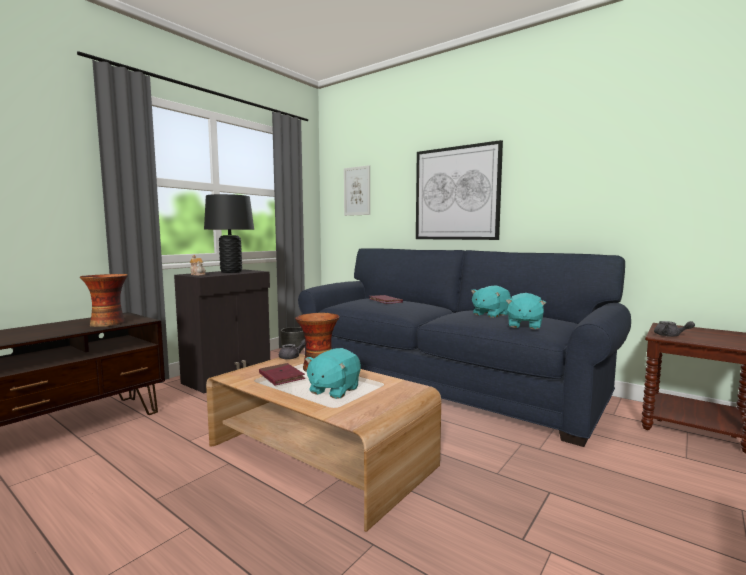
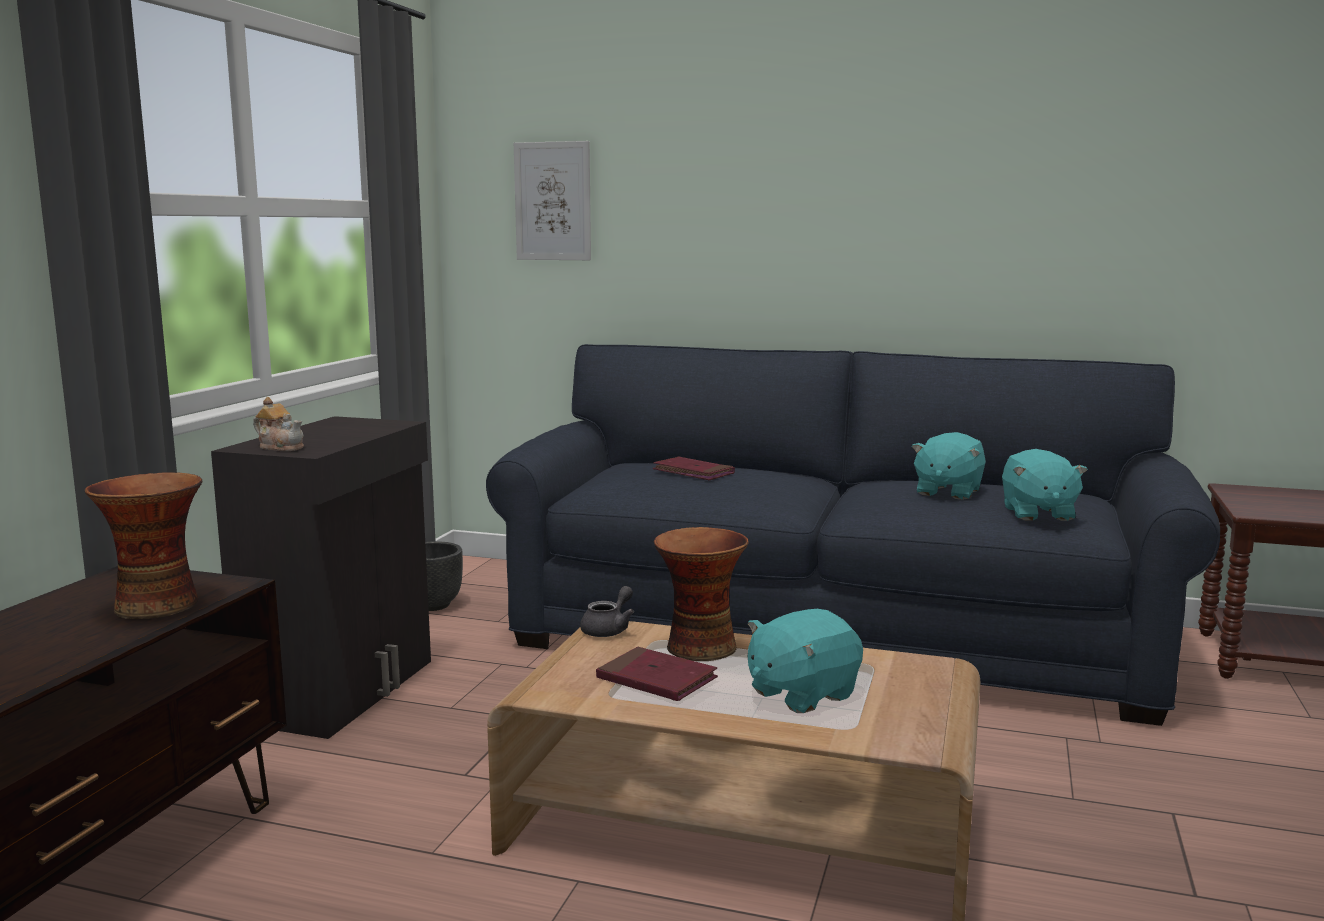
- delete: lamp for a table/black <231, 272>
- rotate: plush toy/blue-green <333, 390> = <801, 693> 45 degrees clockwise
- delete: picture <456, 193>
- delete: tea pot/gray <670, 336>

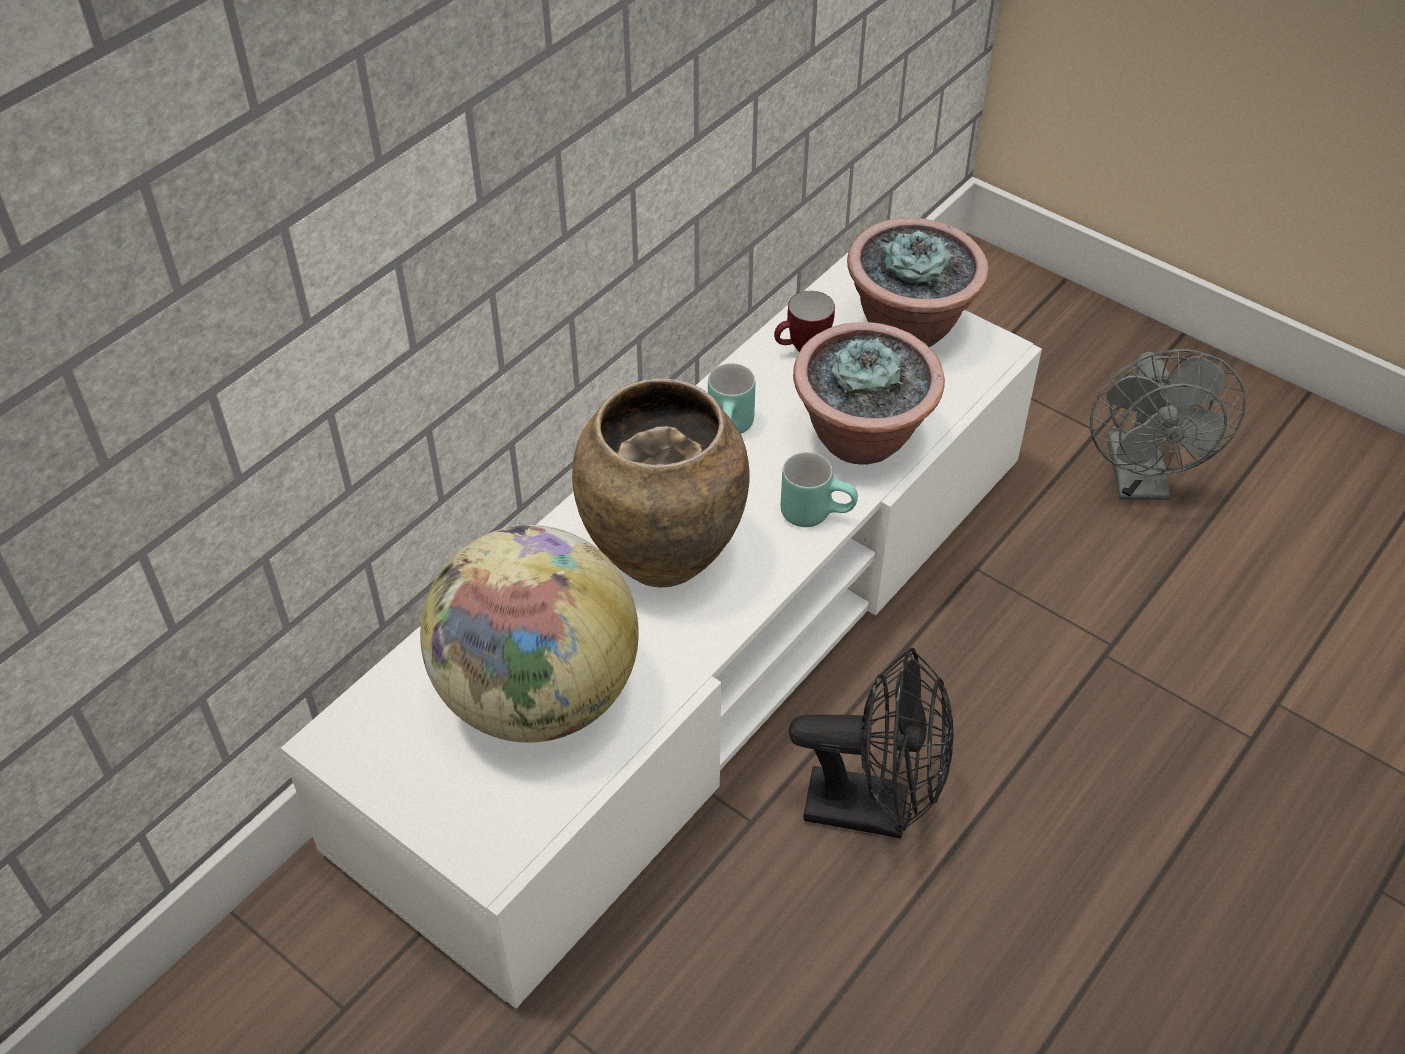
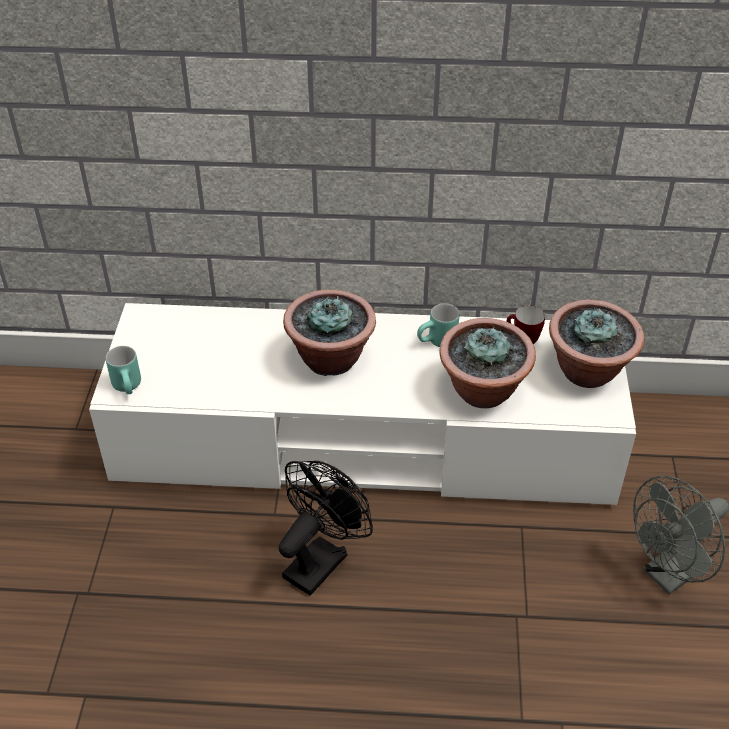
- delete: globe <537, 695>
- replace: vase/brown-coloured <660, 557> to potted plant <330, 359>
- move: coffee mug/blue-green <817, 512> to <130, 387>
- rotate: fan/black <874, 808> = <321, 559> 120 degrees counterclockwise

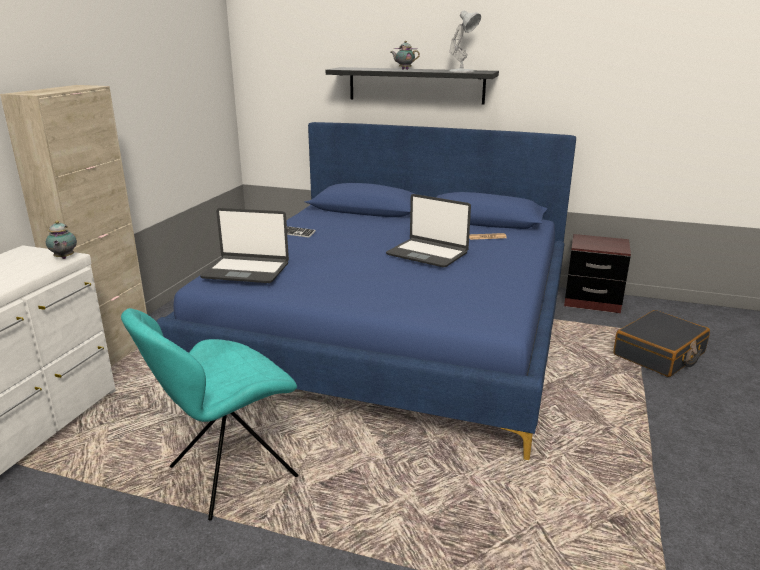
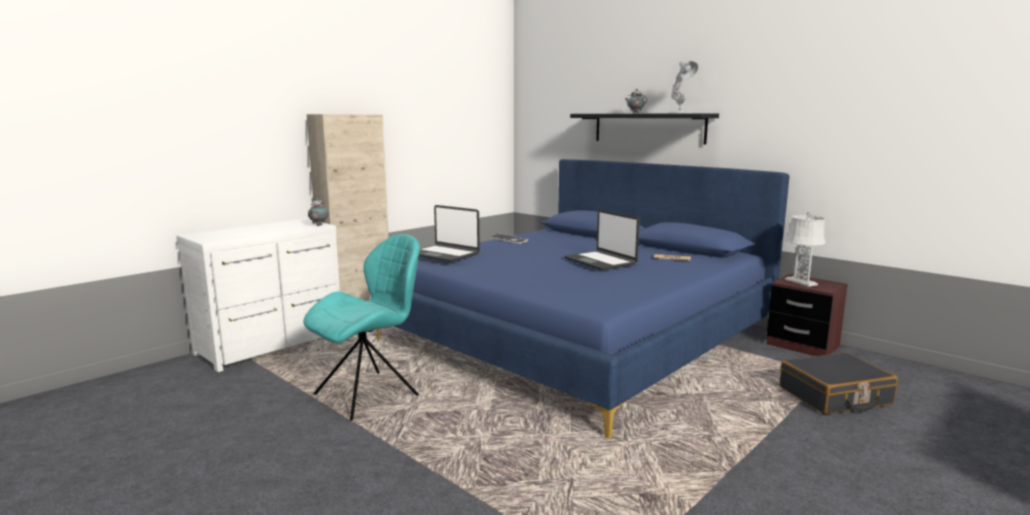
- rotate: upright chair/blue-green <228, 474> = <370, 394> 150 degrees clockwise
- insert: lamp for a table/gray <800, 282>

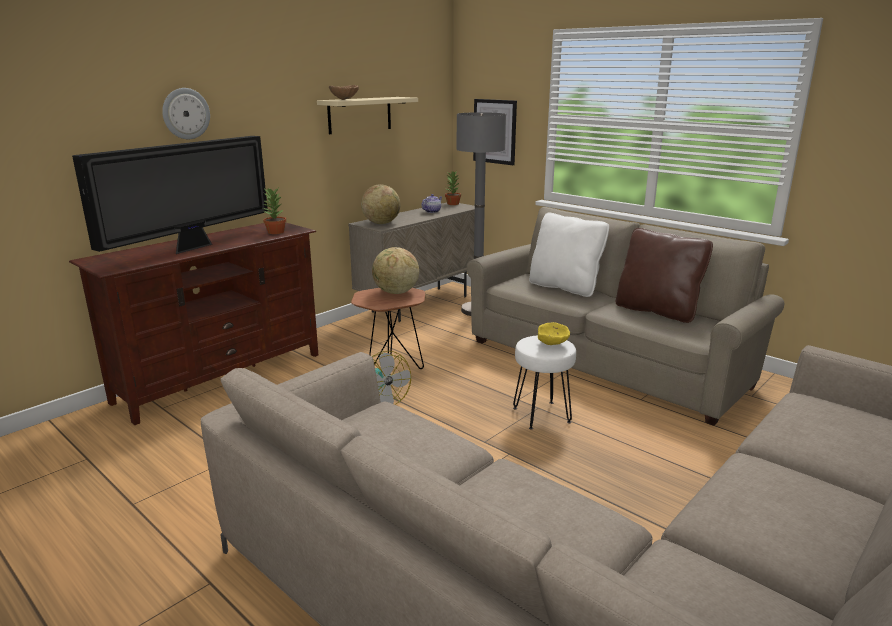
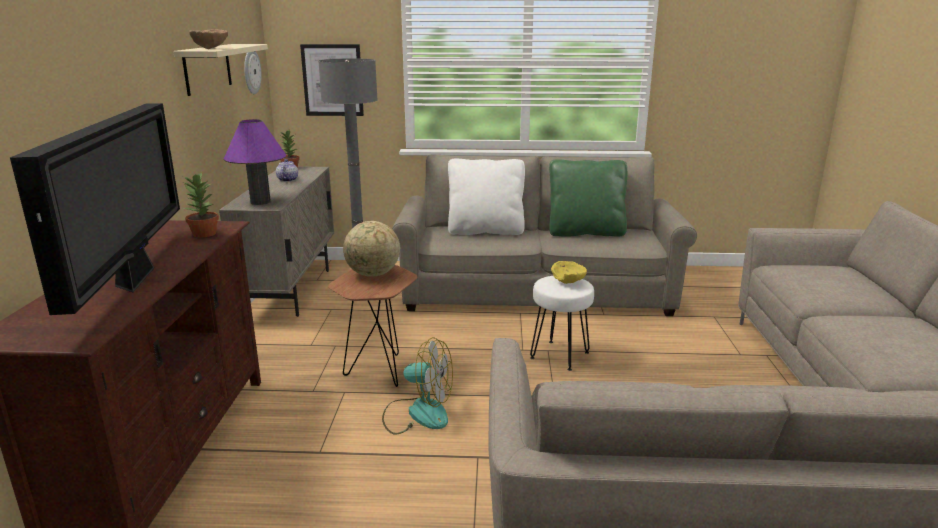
- move: wall clock <185, 113> to <251, 71>
- replace: globe <381, 223> to lamp for a table/purplish <260, 202>
- recolor: throw pillow/brown-coloured <657, 311> to throw pillow/greenish <585, 232>

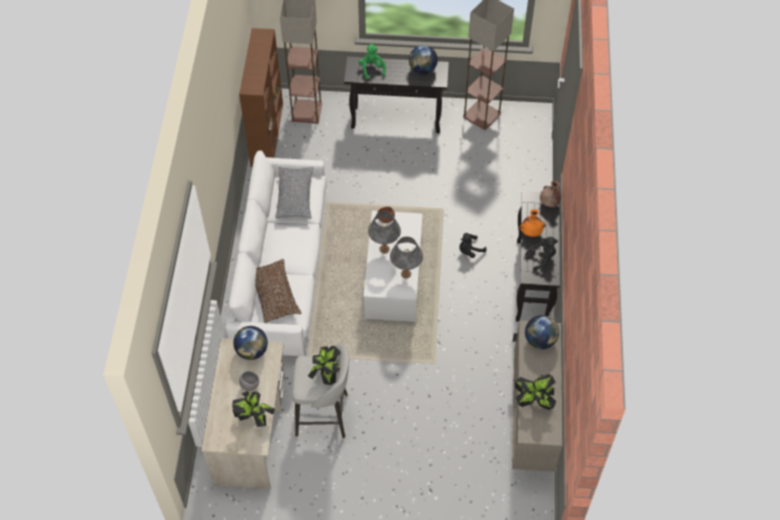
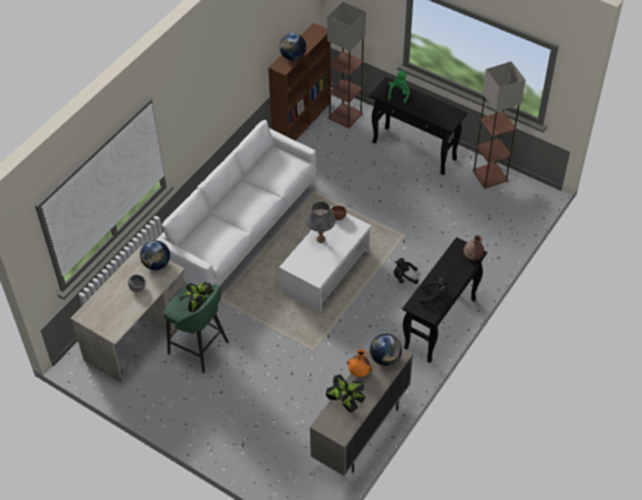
- delete: potted plant <254, 418>
- delete: throw pillow/brown-coloured <274, 295>
- delete: throw pillow/gray <295, 197>
- recolor: stool/gray <324, 415> to stool/greenish <199, 349>
- delete: lamp for a table/gray <406, 273>
- move: globe <422, 70> to <293, 57>
- move: vase/orange-coloured <531, 232> to <359, 372>

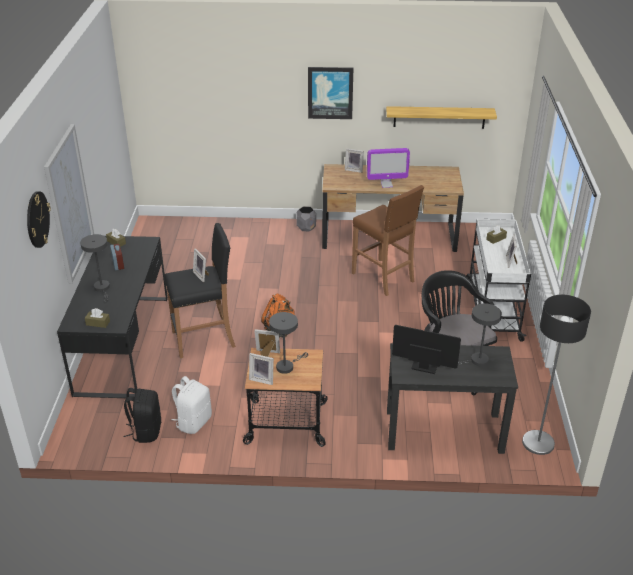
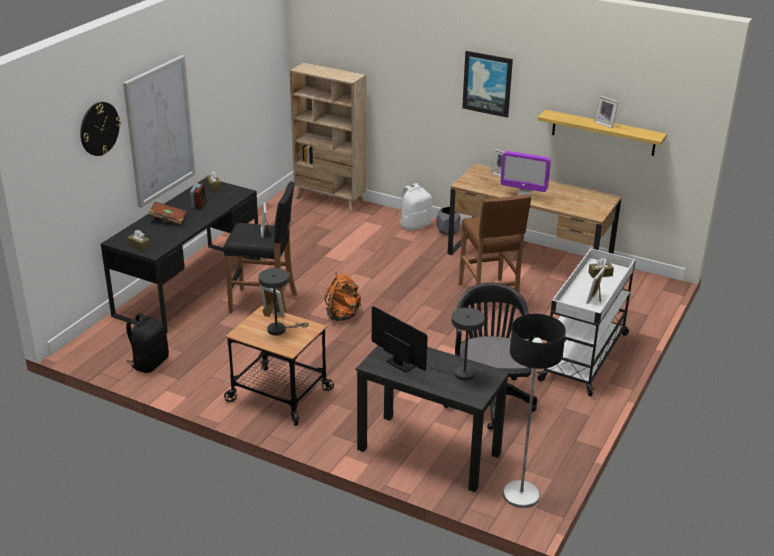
- replace: lamp for a table/gray <102, 288> to book/brown-coloured <168, 220>
- move: backpack/white <193, 422> to <415, 225>
- move: picture frame <262, 379> to <605, 124>
- insert: shelving unit/beige <330, 200>

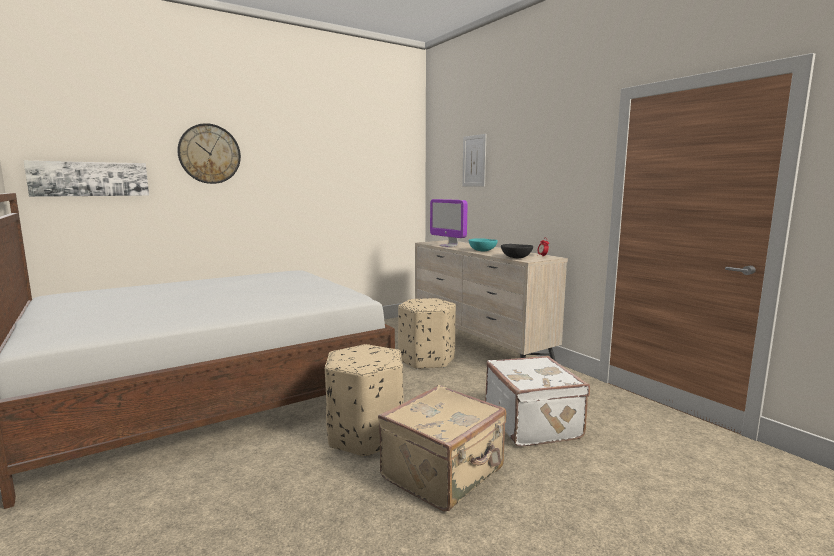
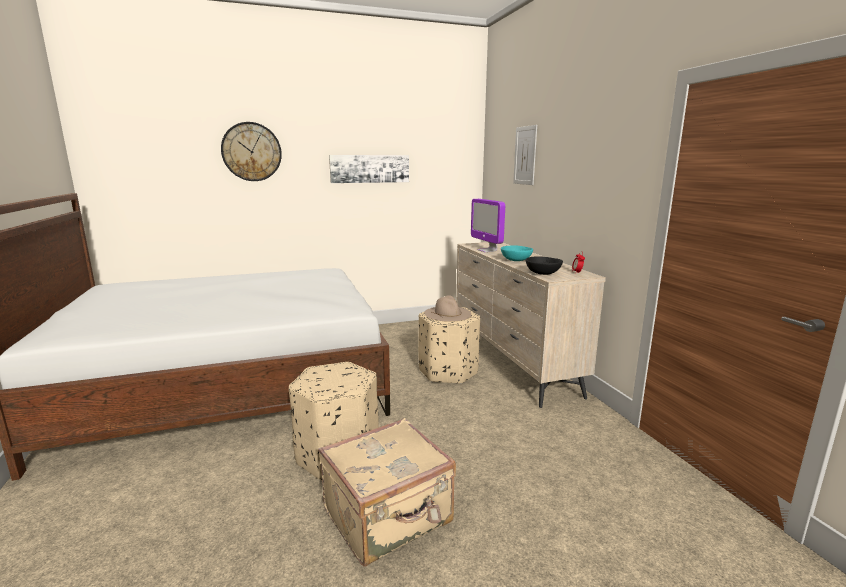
- move: picture <90, 179> to <369, 168>
- delete: piece of luggage/white <533, 423>
- insert: hat/beige <448, 313>

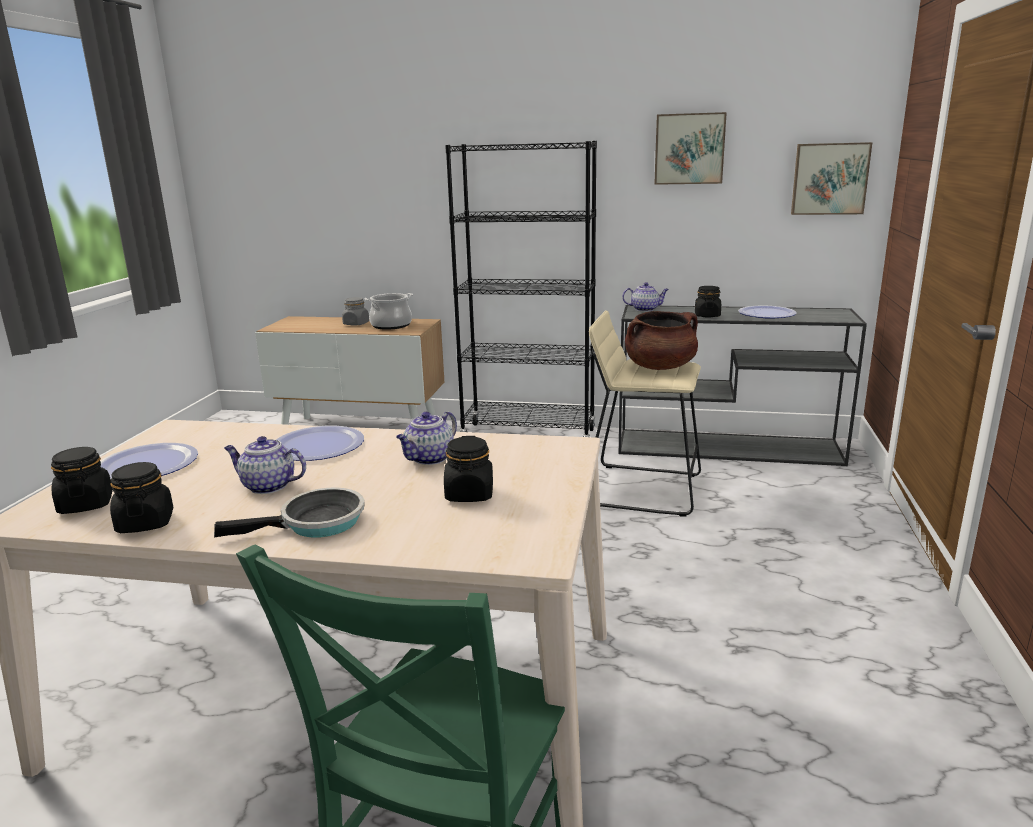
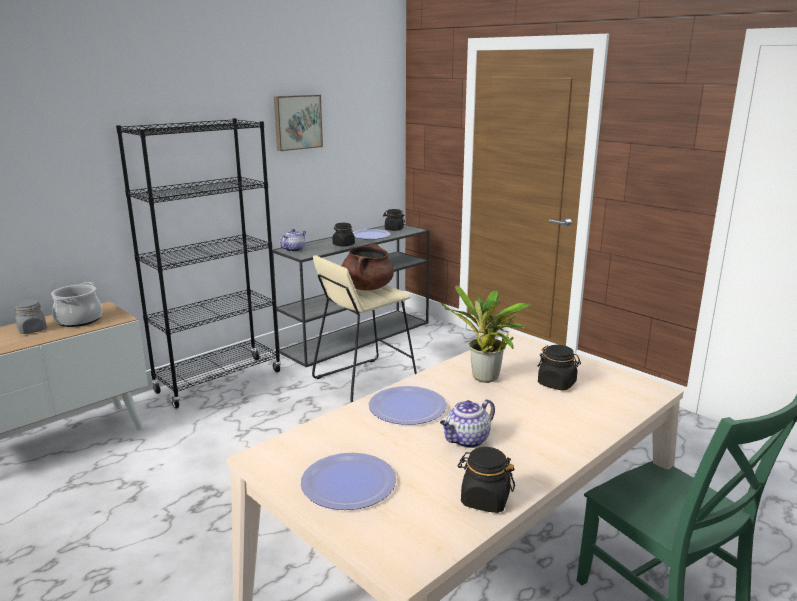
- move: jar/black <86, 504> to <394, 229>
- delete: pan <316, 523>
- replace: tea pot <429, 459> to potted plant <485, 380>
- delete: picture <829, 179>

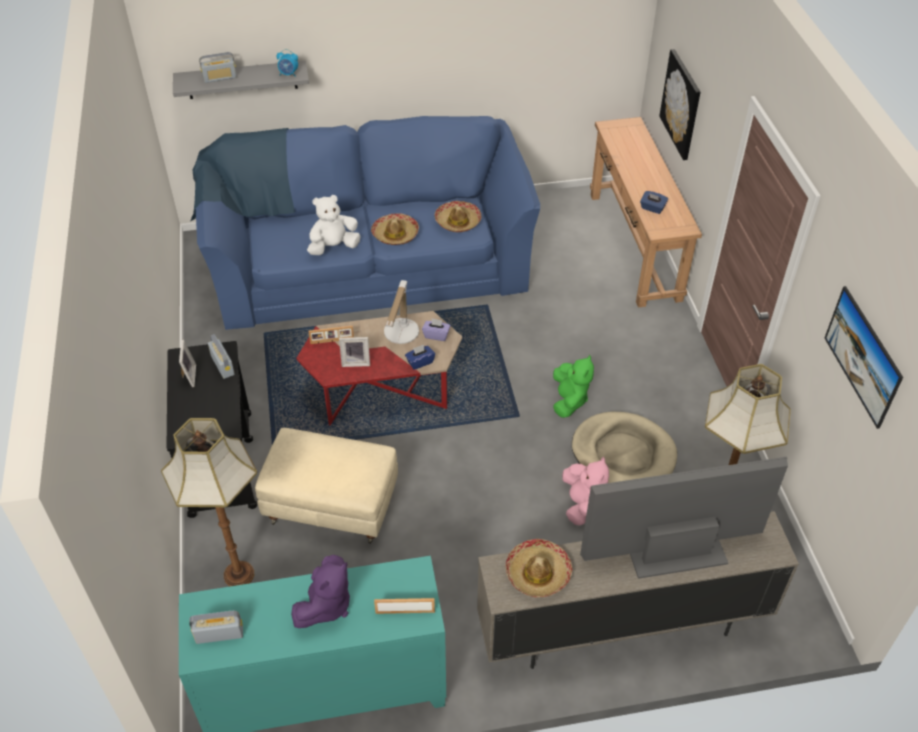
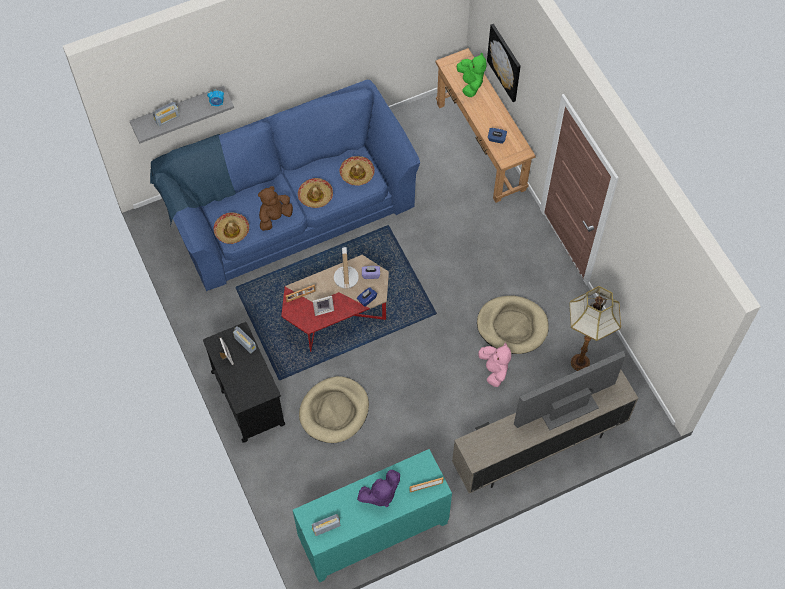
- delete: standard lamp <239, 573>
- replace: ottoman/beige <332, 506> to pet bed/beige <334, 411>
- rotate: plush toy/purplish <326, 605> = <380, 494> 45 degrees clockwise
- recolor: plush toy/white <333, 247> to plush toy/brown-coloured <274, 217>
- move: hat <538, 573> to <232, 231>
- move: plush toy/greenish <569, 400> to <470, 84>
- delete: picture <857, 368>

